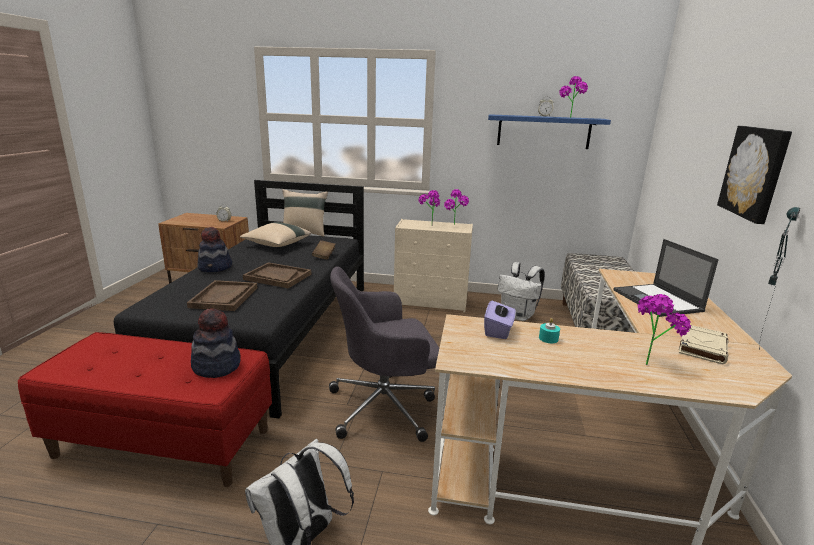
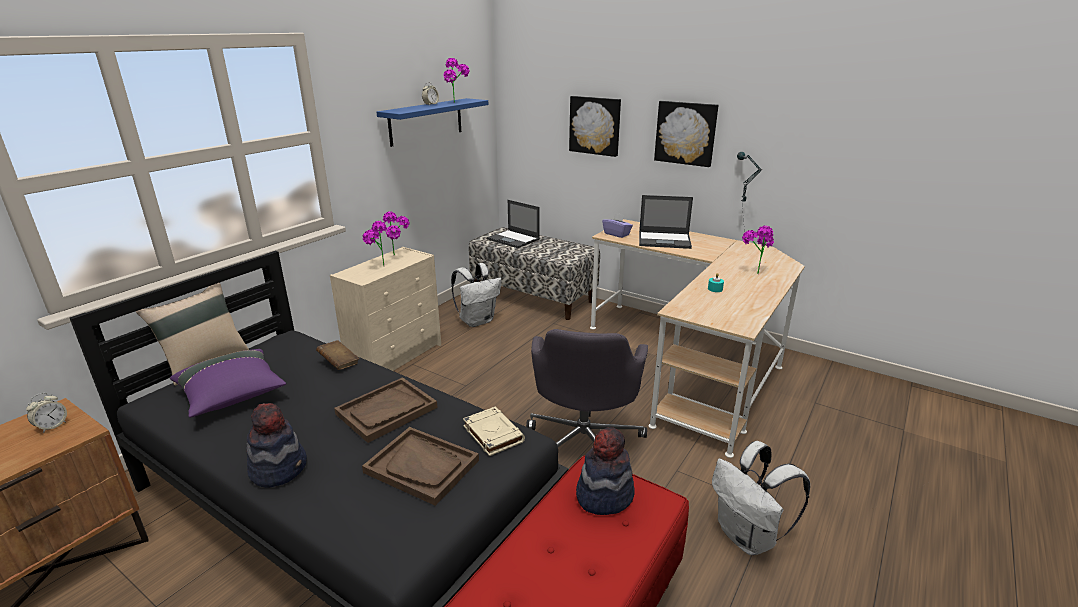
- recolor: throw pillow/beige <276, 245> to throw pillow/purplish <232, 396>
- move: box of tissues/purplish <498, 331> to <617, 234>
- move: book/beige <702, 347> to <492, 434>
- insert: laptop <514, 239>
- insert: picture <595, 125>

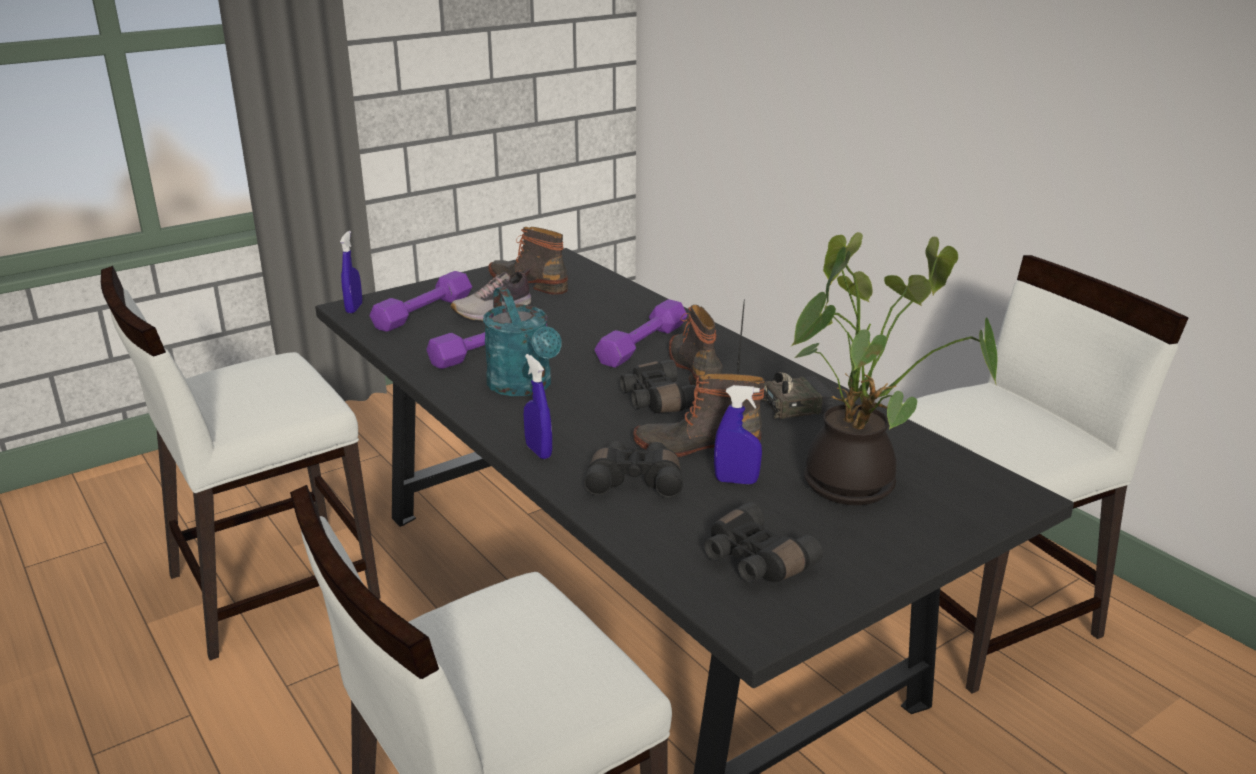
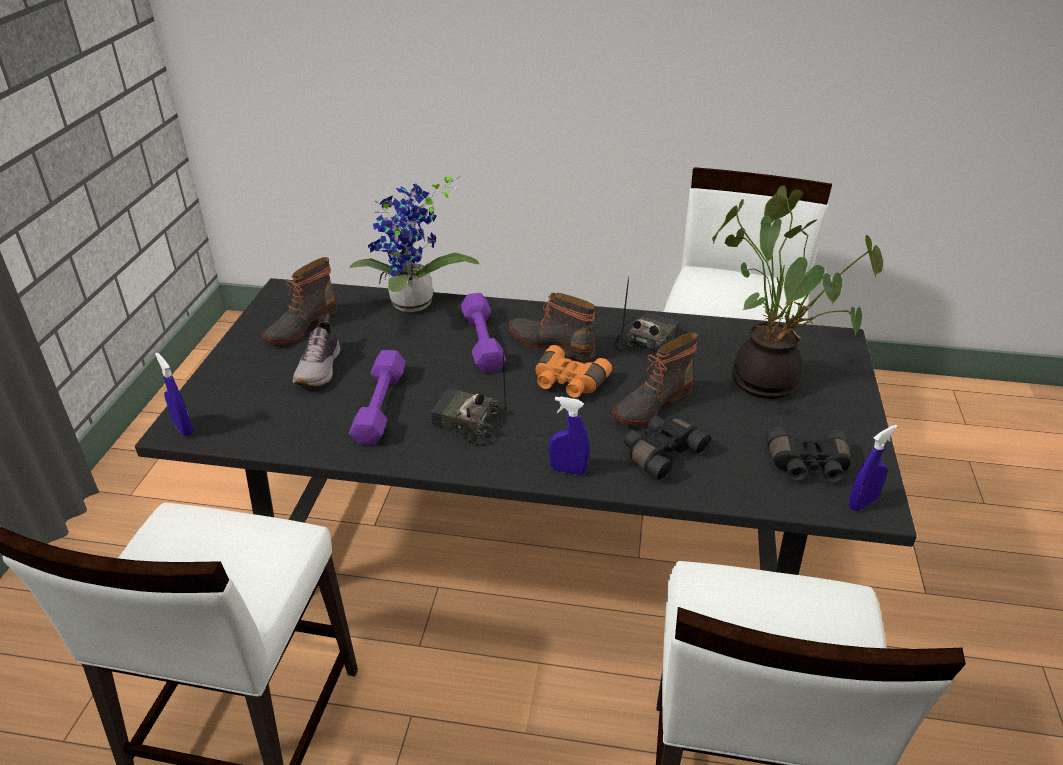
- delete: dumbbell/purplish <423, 312>
- replace: watering pot/blue-green <524, 387> to radio set <465, 423>
- rotate: high-top boot <529, 282> = <300, 326> 45 degrees counterclockwise
- recolor: field glasses/black <655, 400> to field glasses/orange-coloured <568, 383>
- move: spray bottle/blue-coloured <736, 481> to <862, 503>
- insert: potted plant <413, 306>

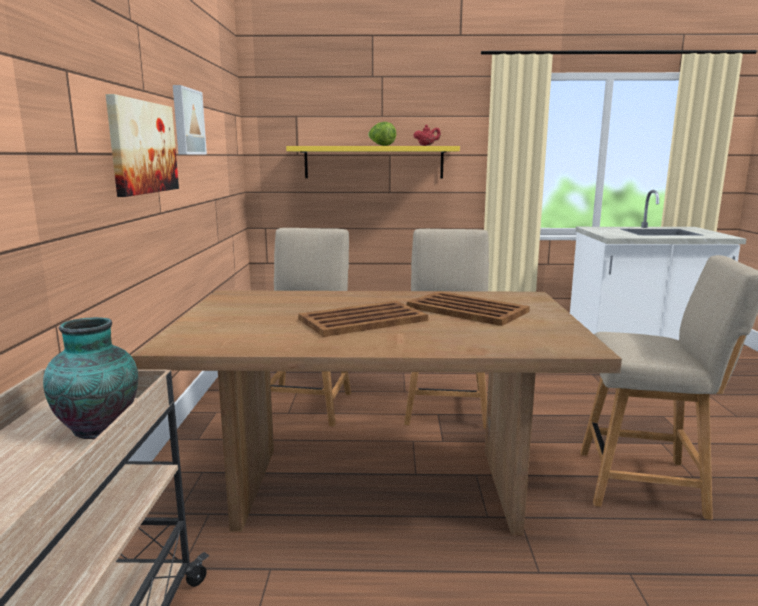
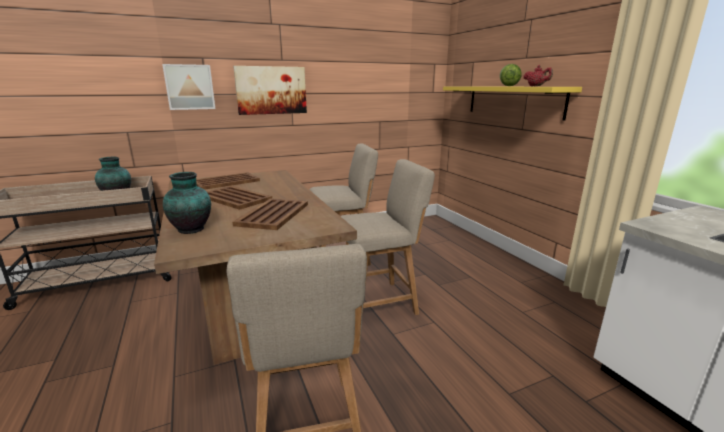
- move: picture <186, 122> to <189, 87>
- insert: vase <192, 229>
- insert: tray/brown-coloured <226, 182>

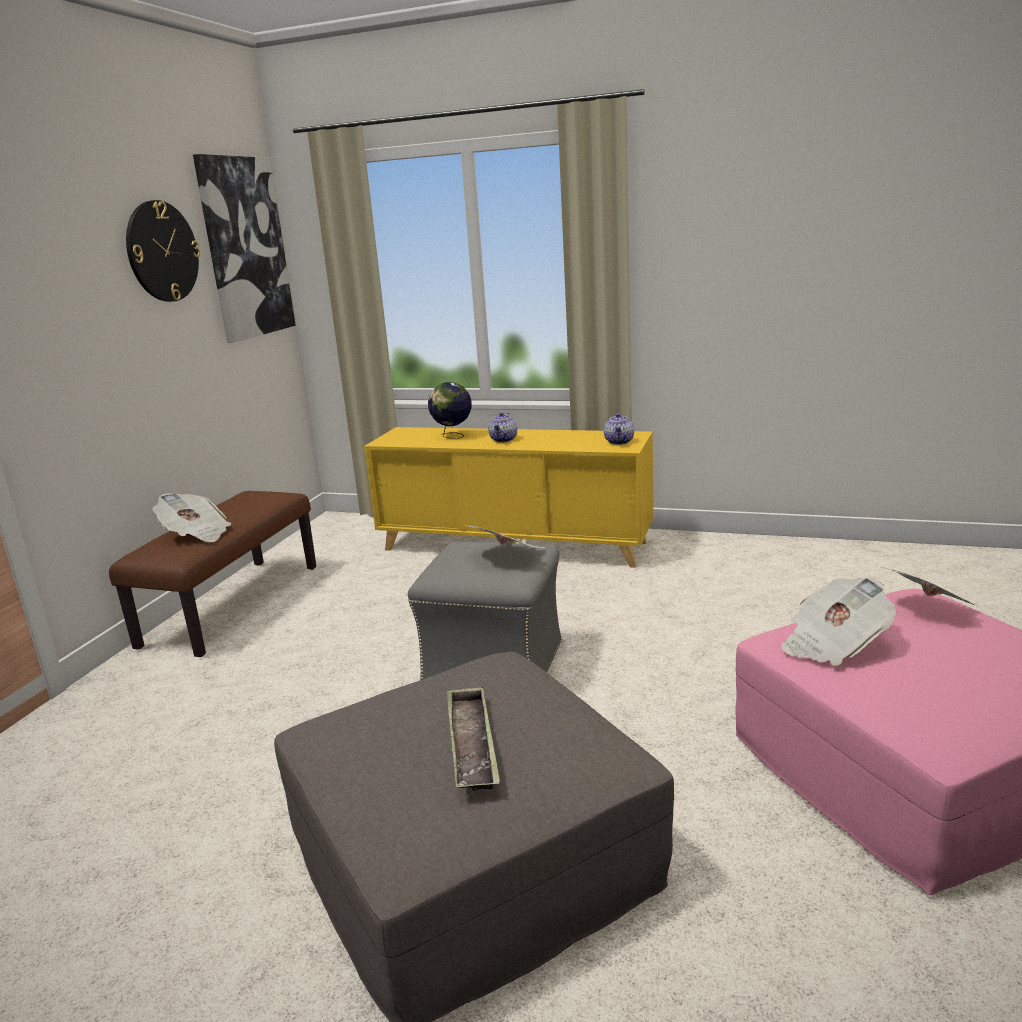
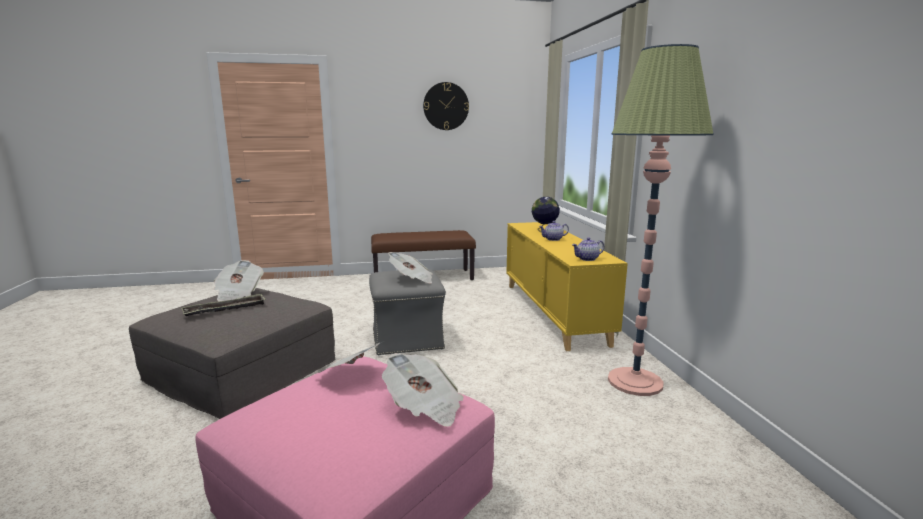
- move: newspaper <196, 534> to <238, 293>
- delete: picture <245, 248>
- insert: standard lamp <635, 382>

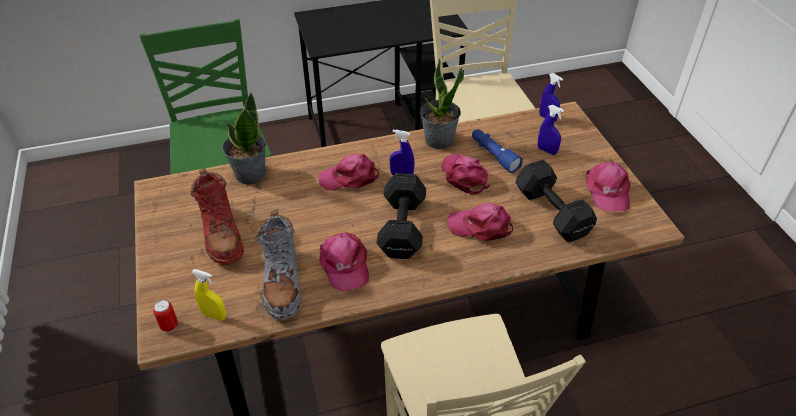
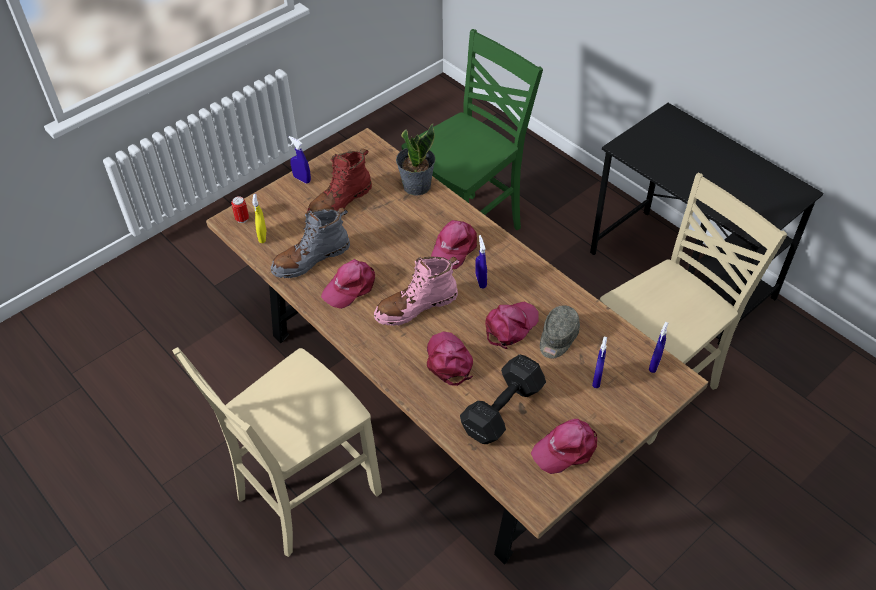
- rotate: peaked cap/pinkish <349, 177> = <454, 248> 120 degrees counterclockwise
- replace: dumbbell/black <403, 226> to high-top boot/pinkish <416, 306>
- delete: potted plant <439, 140>
- replace: hand torch/blue-coloured <493, 155> to peaked cap/gray <557, 338>
- insert: spray bottle/blue-coloured <302, 179>

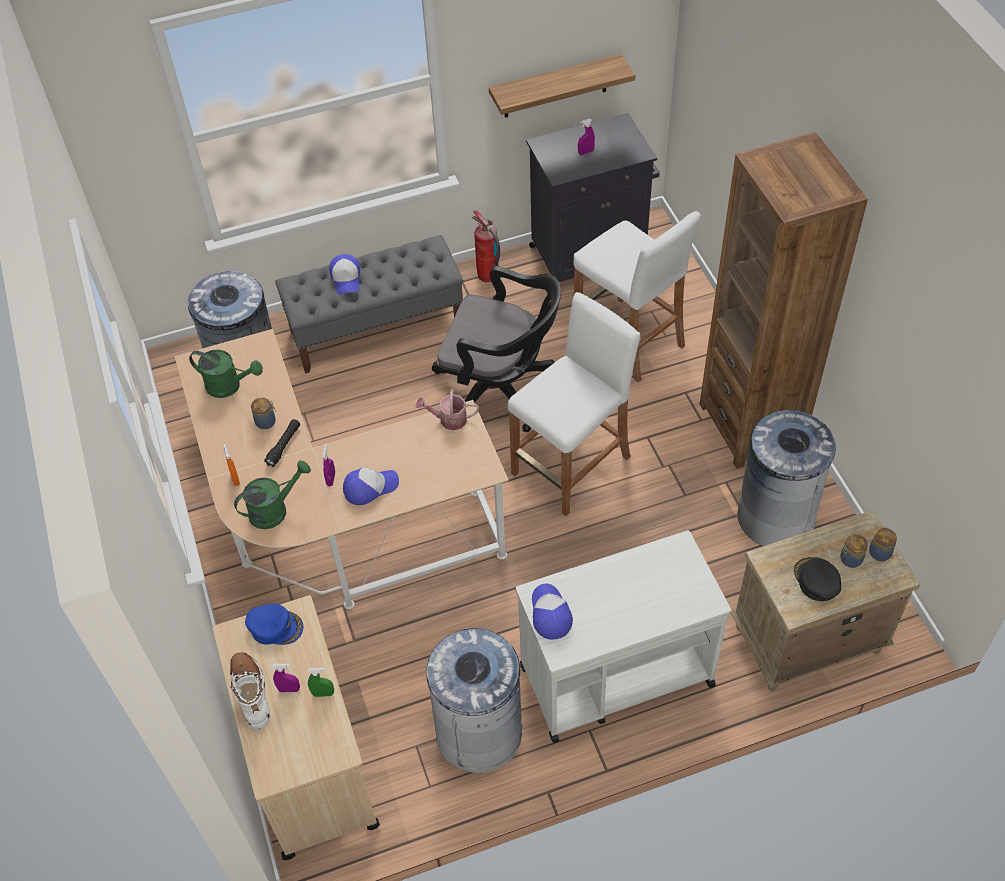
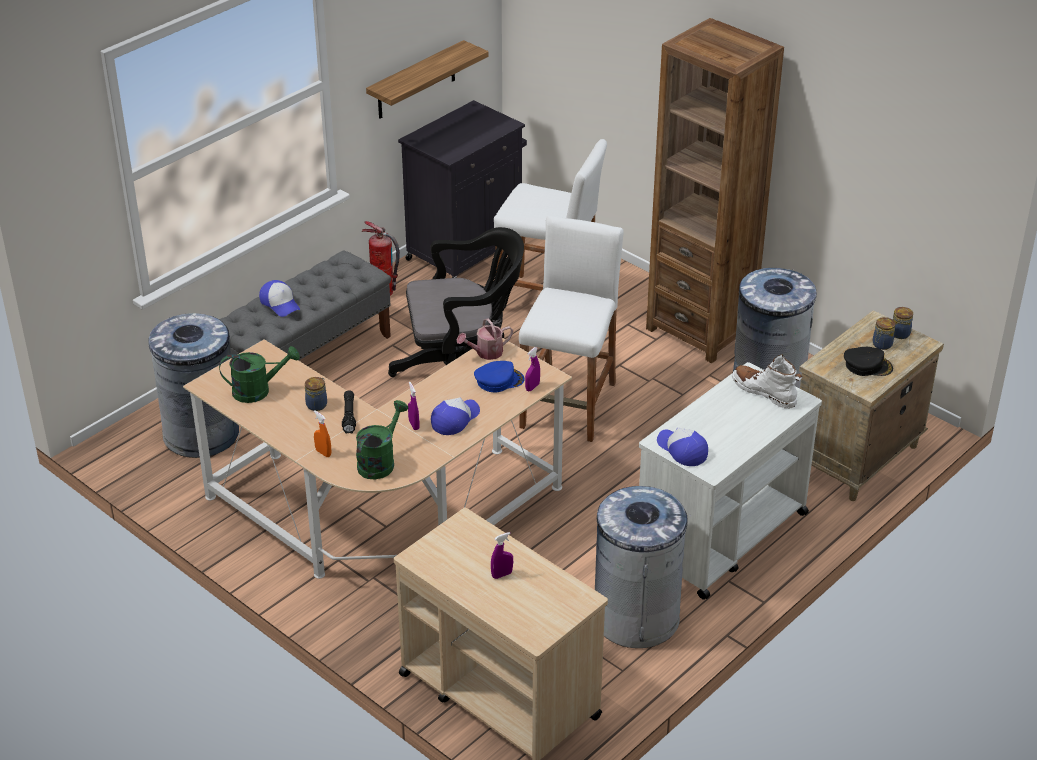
- move: high-top boot/white <251, 692> to <764, 392>
- move: peaked cap/blue-coloured <275, 627> to <499, 380>
- delete: spray bottle/greenish <323, 693>
- move: spray bottle/purplish <586, 152> to <532, 387>
- rotate: peaked cap/black <816, 580> = <867, 366> 150 degrees clockwise

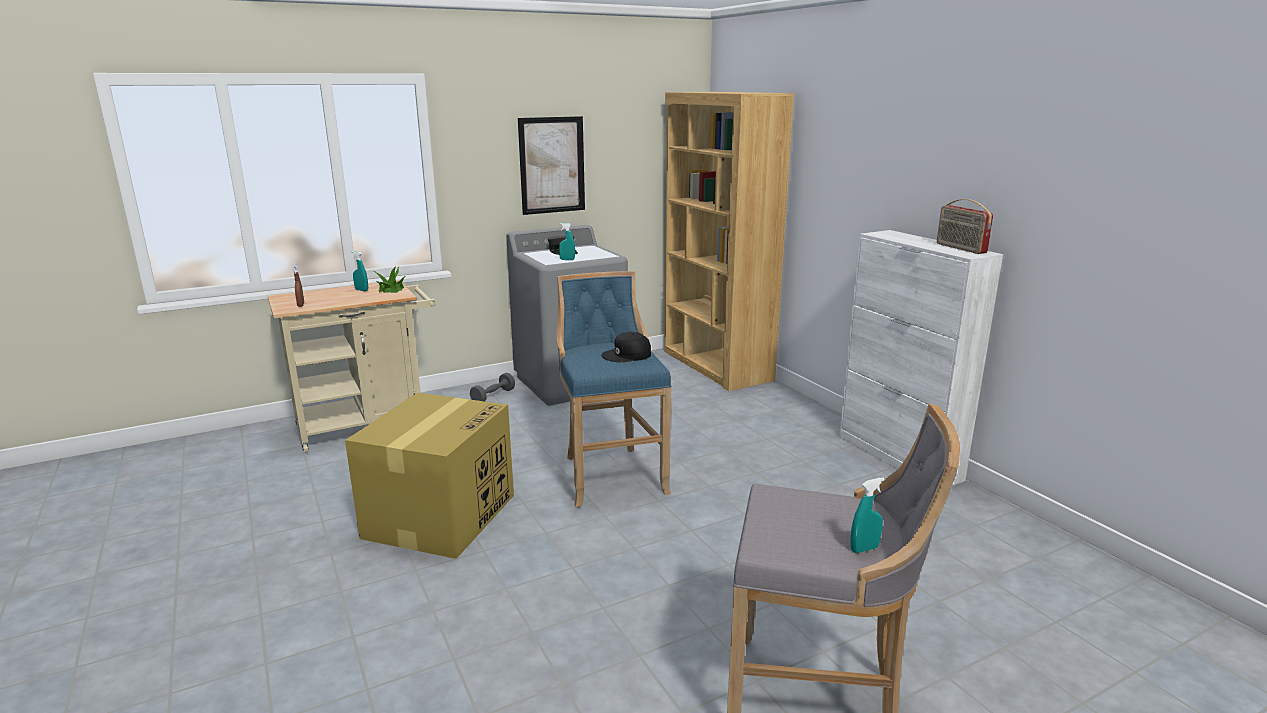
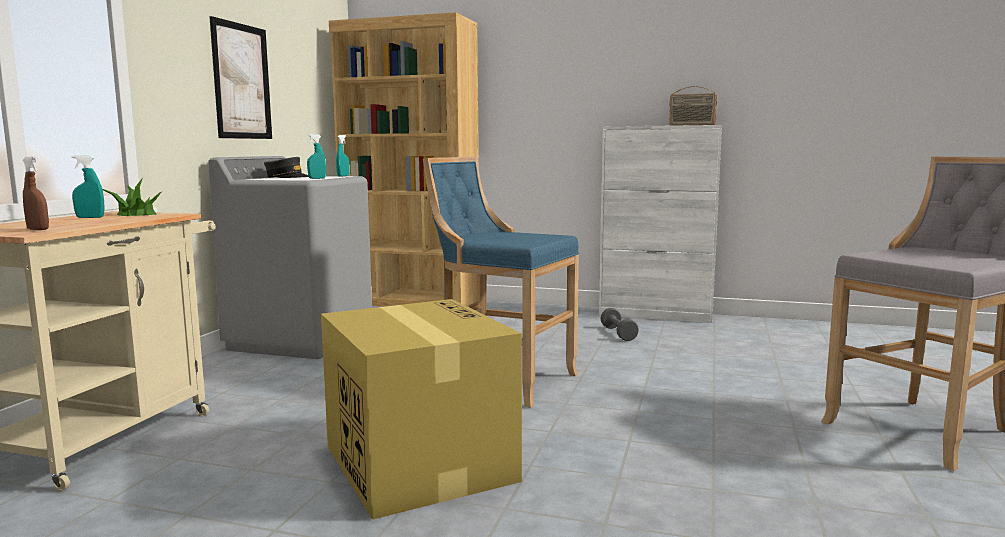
- move: dumbbell/gray <493, 396> to <618, 334>
- delete: peaked cap/black <627, 355>
- move: spray bottle/blue-green <864, 549> to <343, 176>

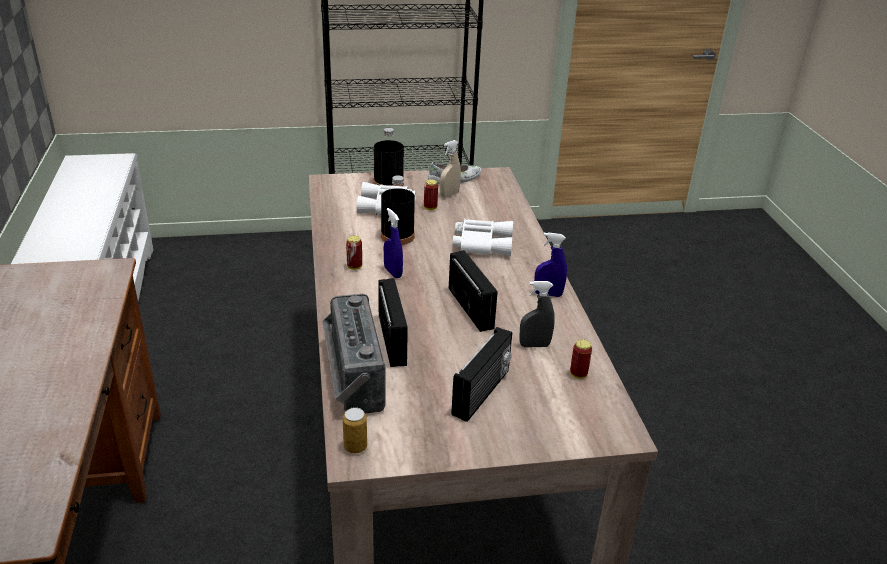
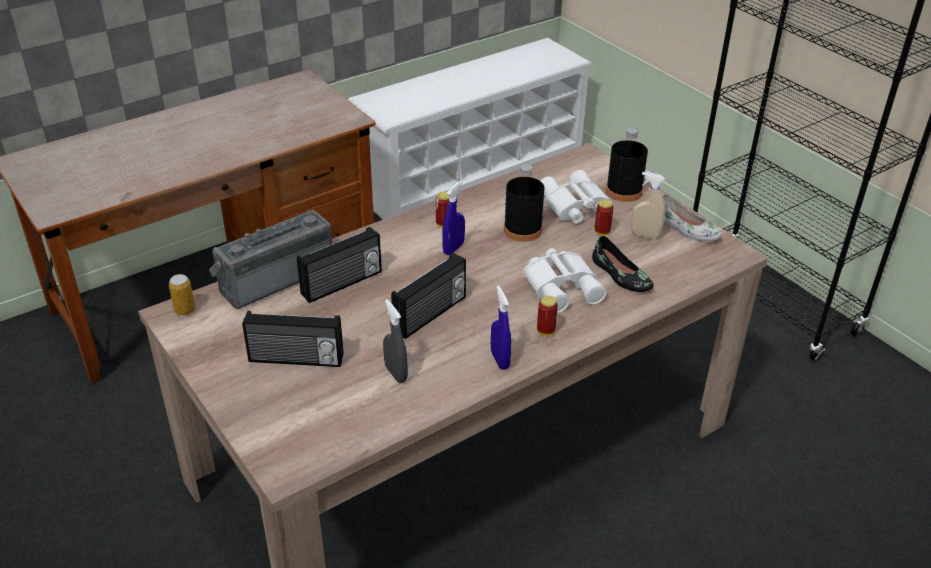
- move: can <578, 374> to <545, 331>
- insert: shoe/black <620, 275>

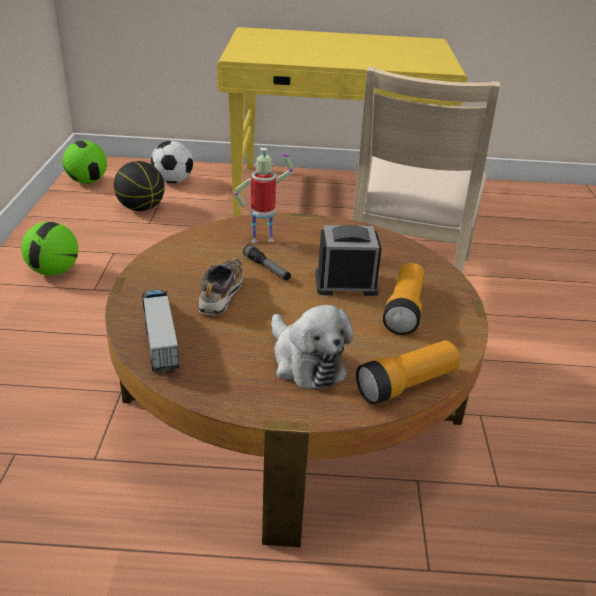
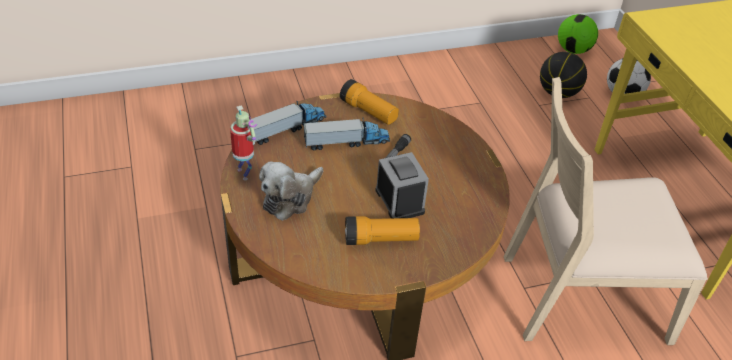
- delete: ball for football <54, 271>
- replace: shoe <221, 295> to toy truck <346, 142>
- move: model robot <263, 239> to <245, 173>
- move: hand torch <406, 385> to <368, 112>

